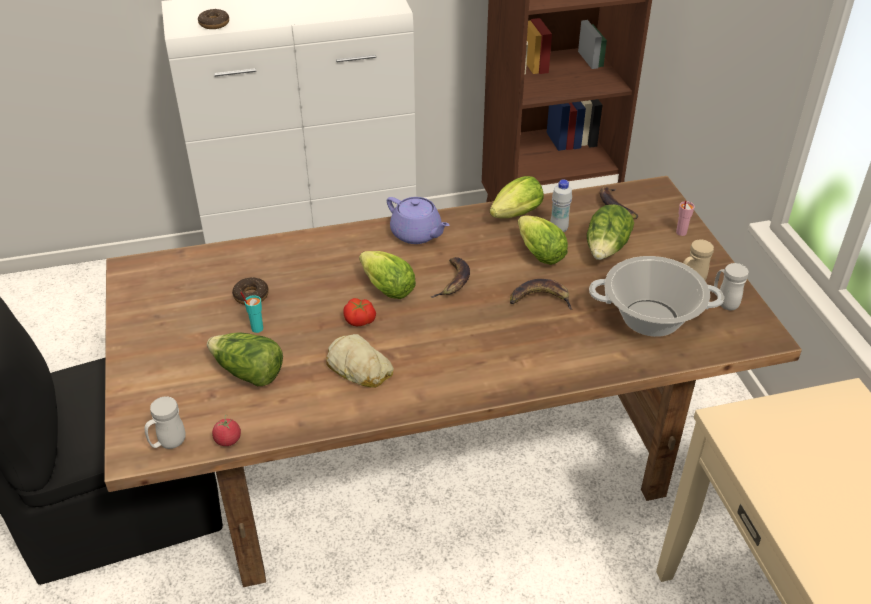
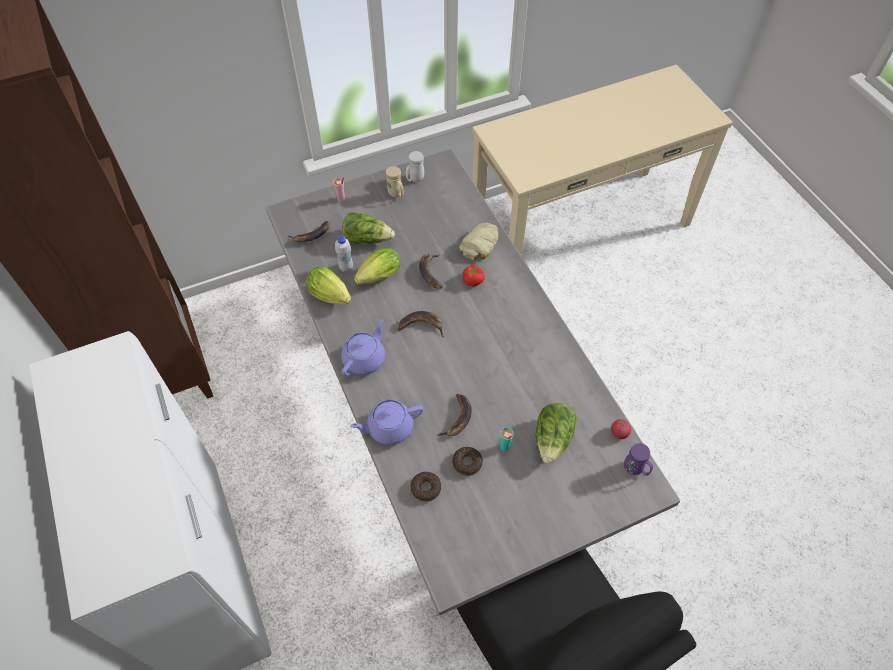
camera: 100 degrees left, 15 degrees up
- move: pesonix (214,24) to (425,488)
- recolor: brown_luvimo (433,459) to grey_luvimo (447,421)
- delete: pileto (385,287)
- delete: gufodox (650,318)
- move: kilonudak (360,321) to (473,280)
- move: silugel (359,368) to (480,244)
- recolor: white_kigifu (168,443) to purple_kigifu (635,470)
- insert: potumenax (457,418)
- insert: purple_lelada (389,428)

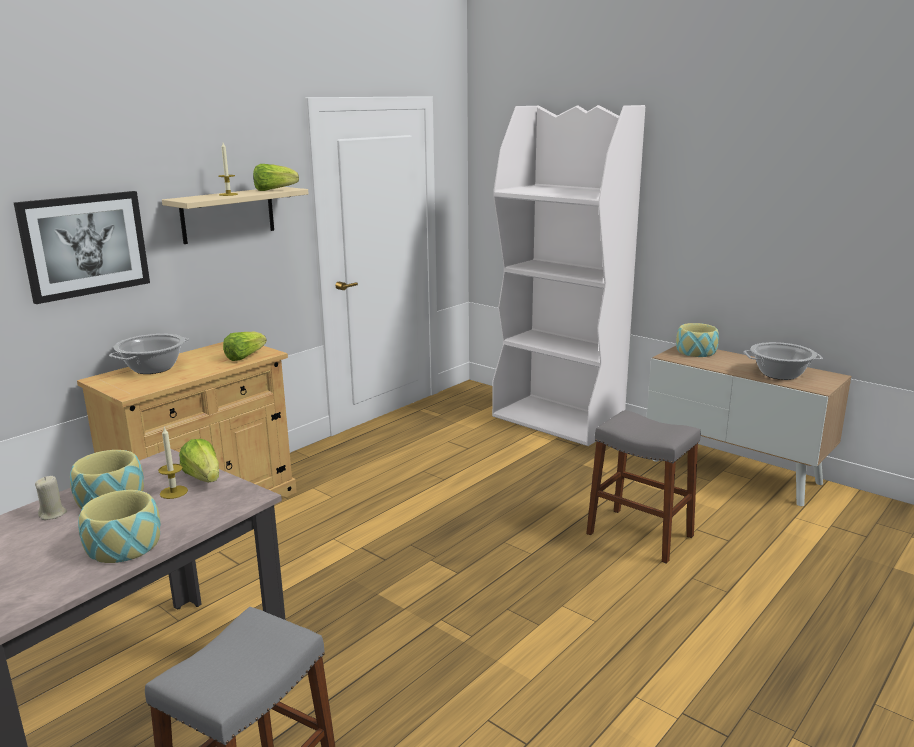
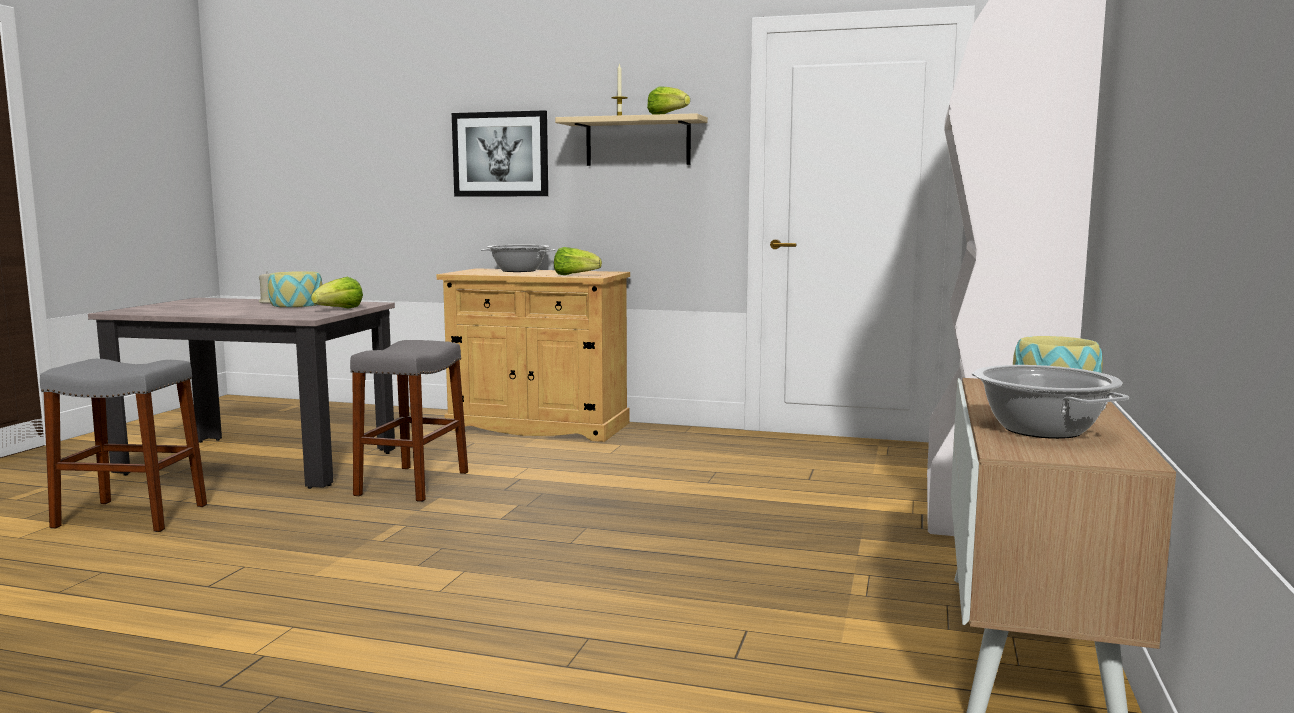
camera: 65 degrees right, 10 degrees down
- move: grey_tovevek (639,535) to (413,483)
- delete: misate (173,492)
- delete: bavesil (123,545)

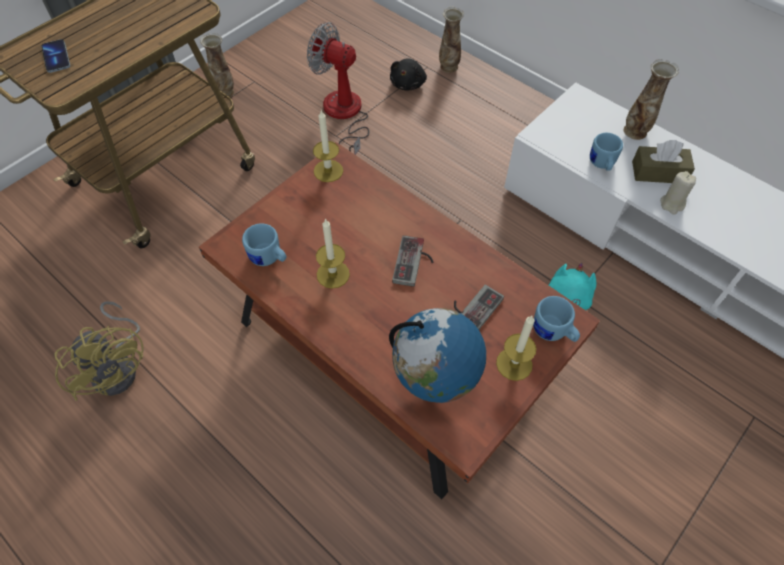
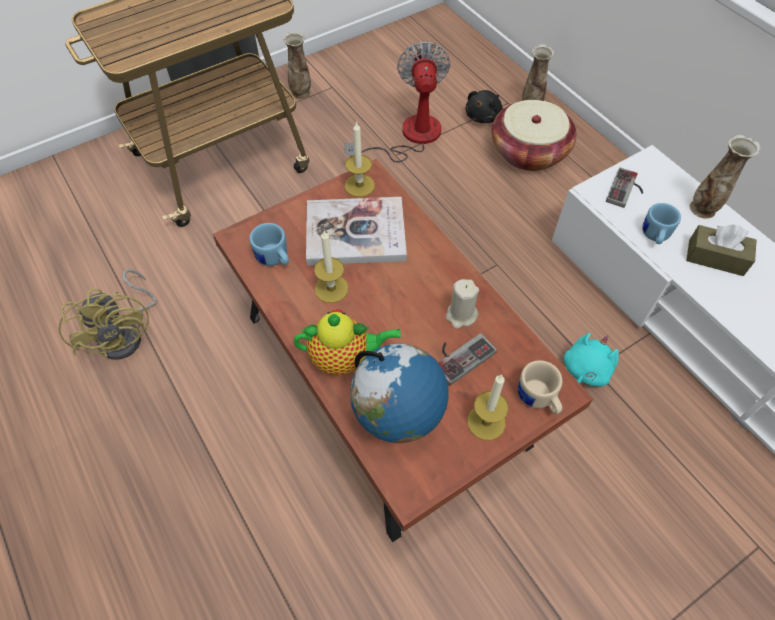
camera: 15 degrees right, 0 degrees up
- rotate: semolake (344,116) = (409,137) 45 degrees clockwise
- delete: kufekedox (56,57)
- move: beige_misate (672,204) to (461,315)
- move: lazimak (415,263) to (626,190)
- recolor: blue_kigifu (553,332) to beige_kigifu (538,399)
- insert: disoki (529,152)
- insert: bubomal (355,233)
- insert: lelada (344,359)

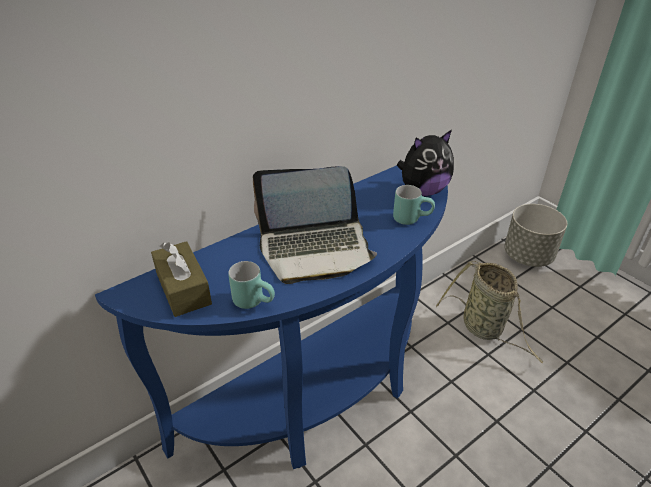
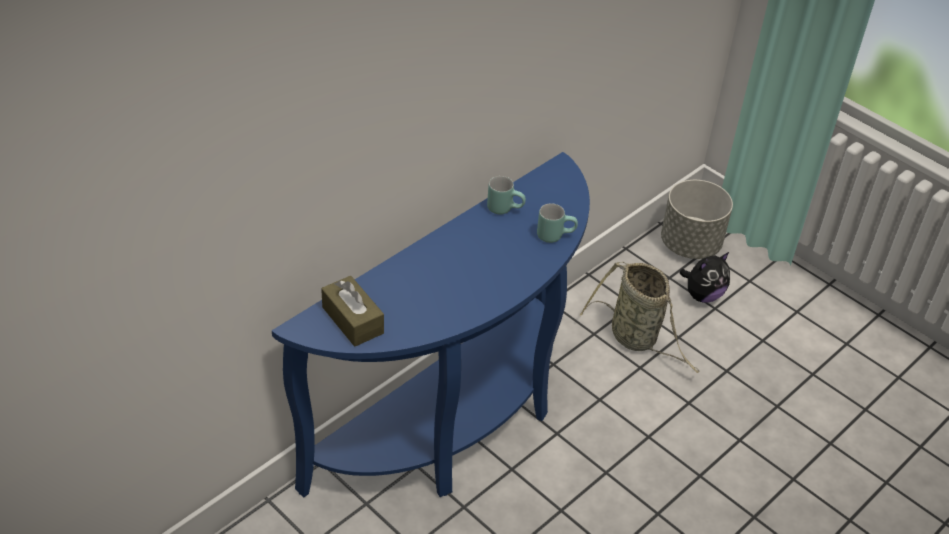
camera: 10 degrees left, 5 degrees up
- move: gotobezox (422,191) to (702,295)
- delete: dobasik (315,249)
- move: turquoise_kigifu (255,300) to (505,208)

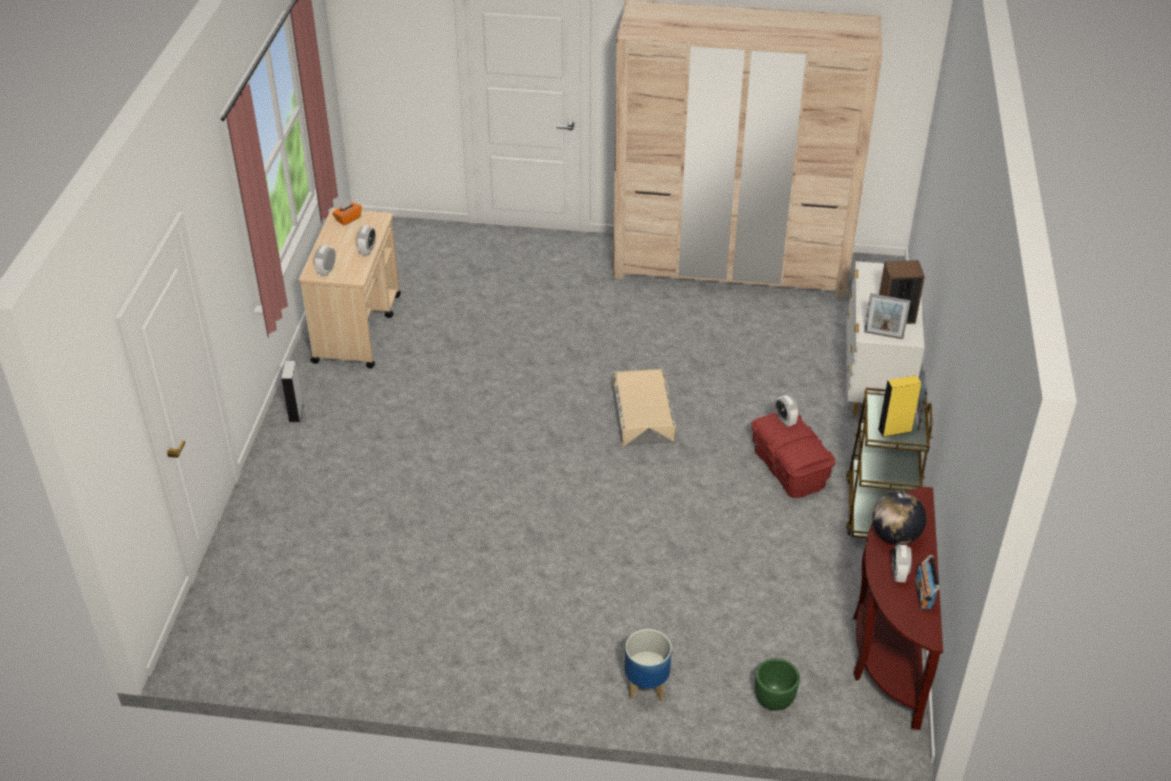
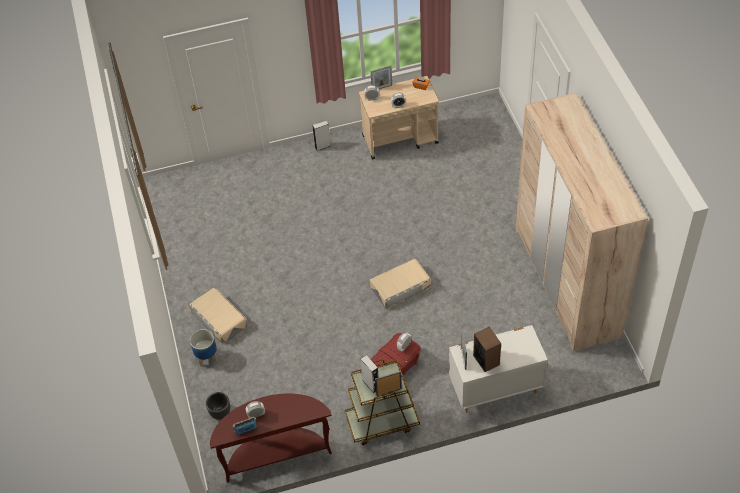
camera: 70 degrees right, 10 degrees up
- recolor: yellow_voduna (895,430) to grey_voduna (371,384)
- delete: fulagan (895,536)
- recolor: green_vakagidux (774,700) to black_vakagidux (220,413)
- insert: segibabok (382,87)
- insert: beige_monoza (219,319)

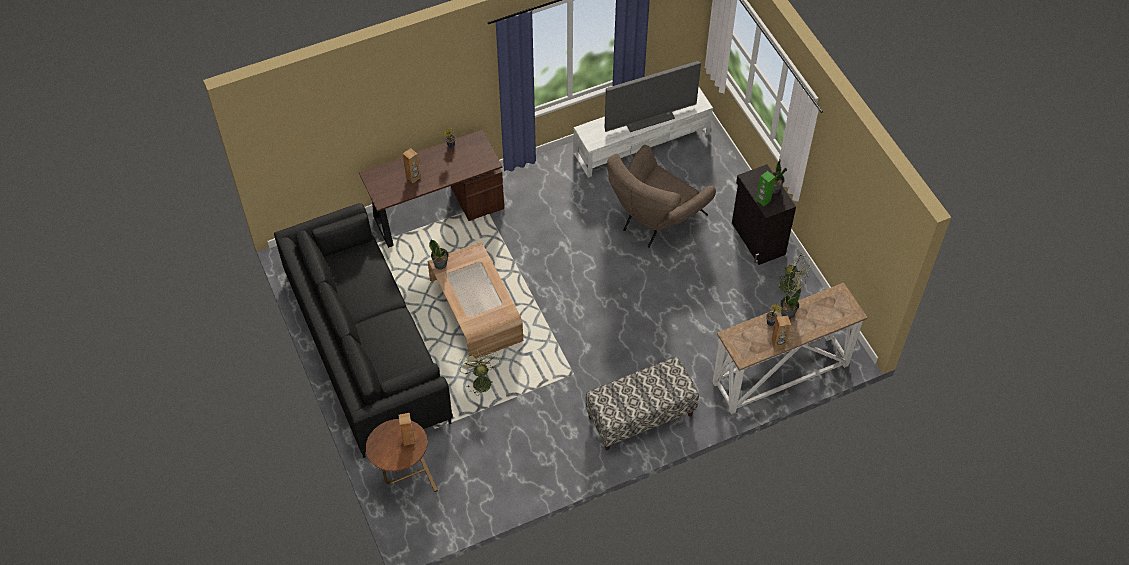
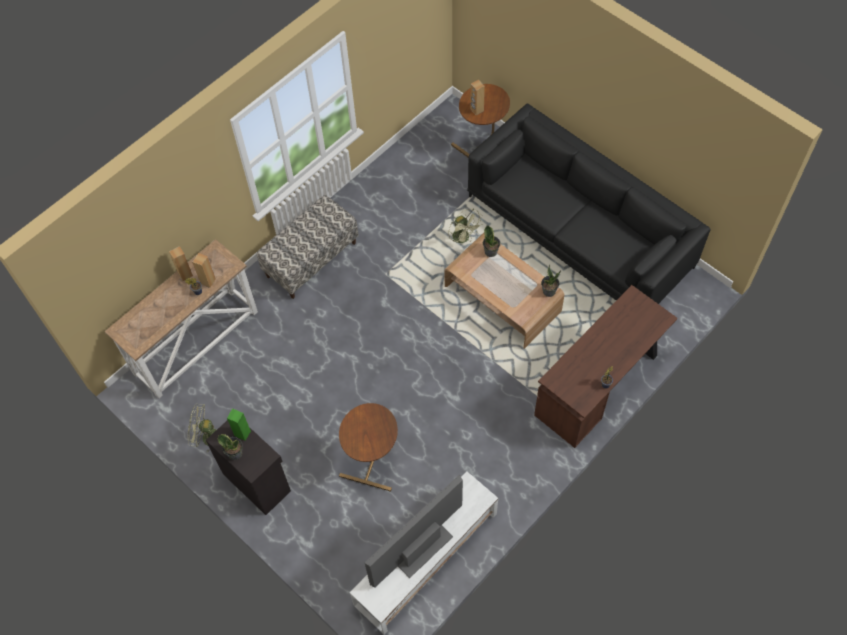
camera: 160 degrees right, 5 degrees up
- replace: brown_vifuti (654,221) to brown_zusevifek (373,461)
- move: brown_voduna (413,178) to (208,281)
- move: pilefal (787,313) to (491,251)

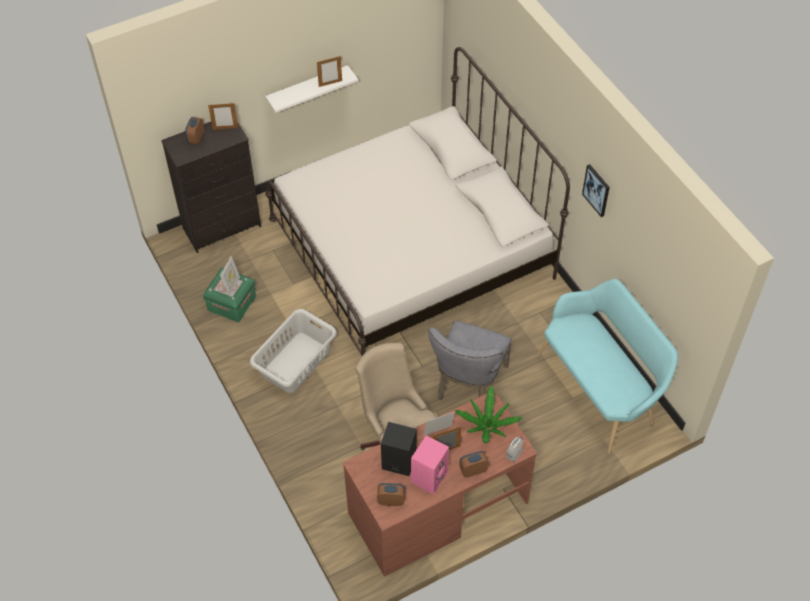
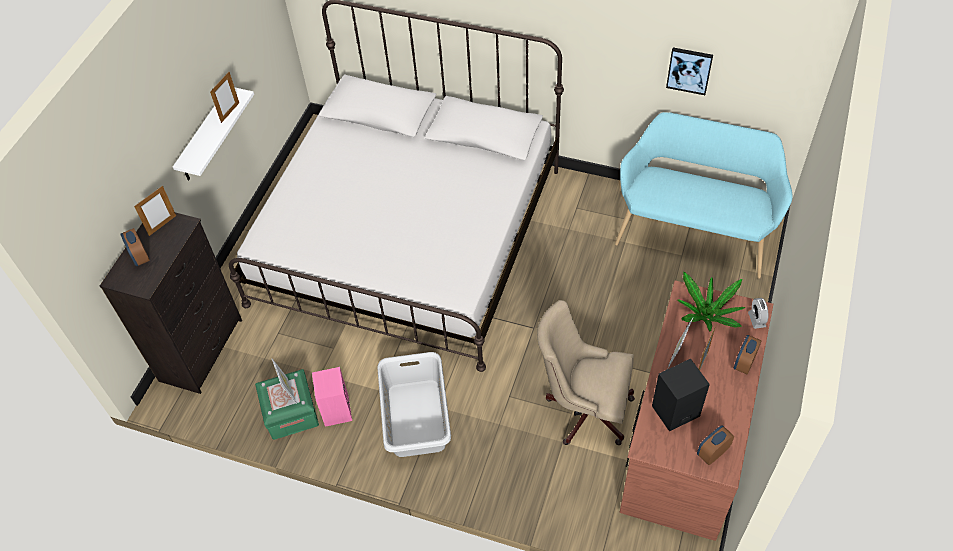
camera: 40 degrees left, 0 degrees up
- move: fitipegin (597,190) to (689,70)
- delete: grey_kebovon (468,385)
- move: pink_voduna (429,476) to (335,409)

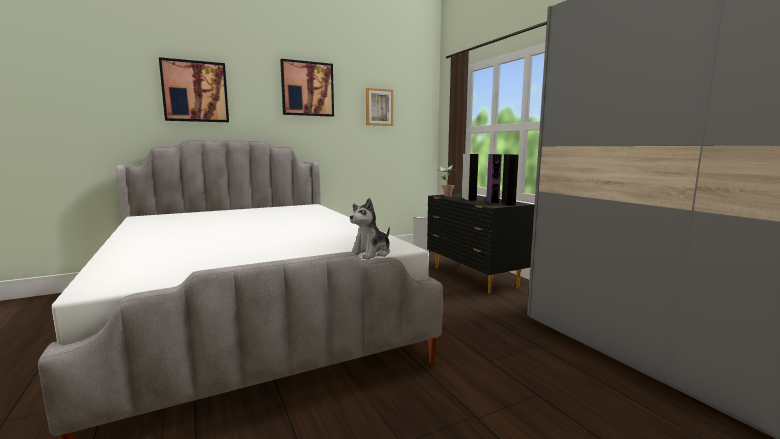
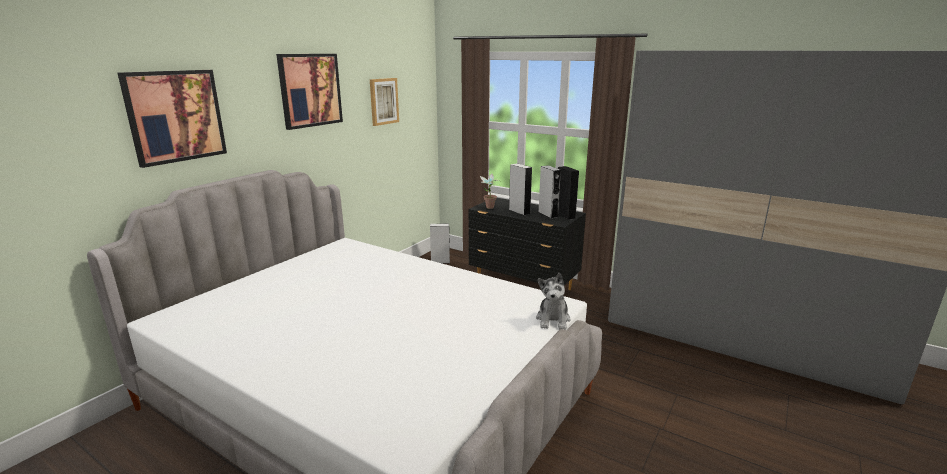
camera: 30 degrees left, 10 degrees up
- recolor: purple_voduna (492,202) to grey_voduna (548,214)

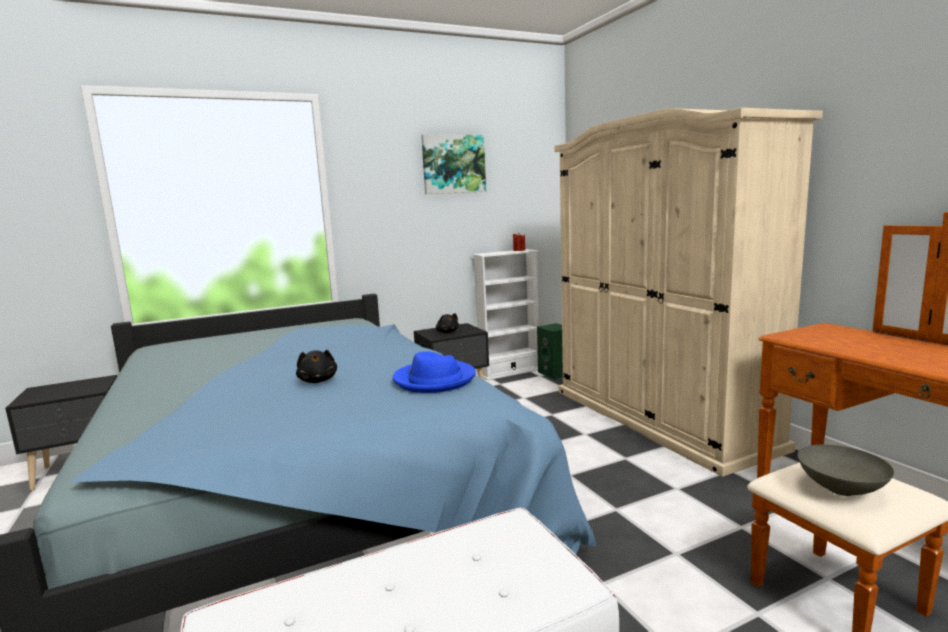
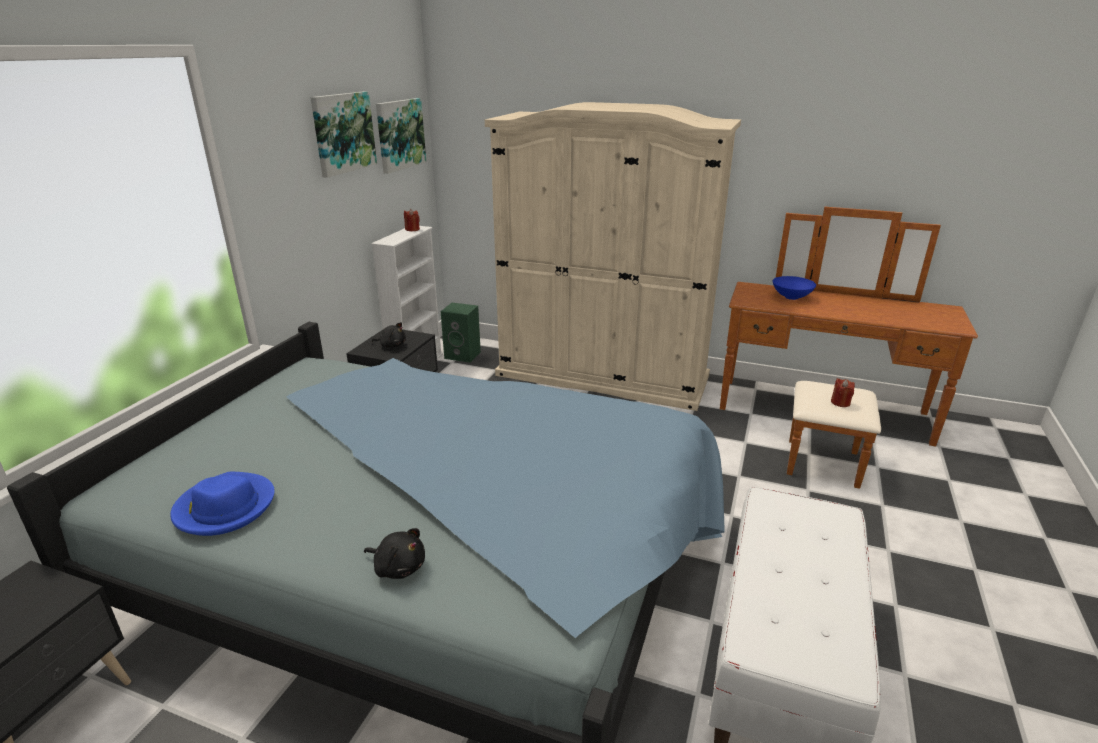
camera: 45 degrees left, 15 degrees up
- move: black_gotobezox (318,381) to (398,567)
- move: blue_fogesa (434,380) to (224,507)
- replace: grey_bavesil (839,489) to red_misate (840,402)
- insert: fitipegin (399,134)
- insert: blue_bavesil (791,297)

